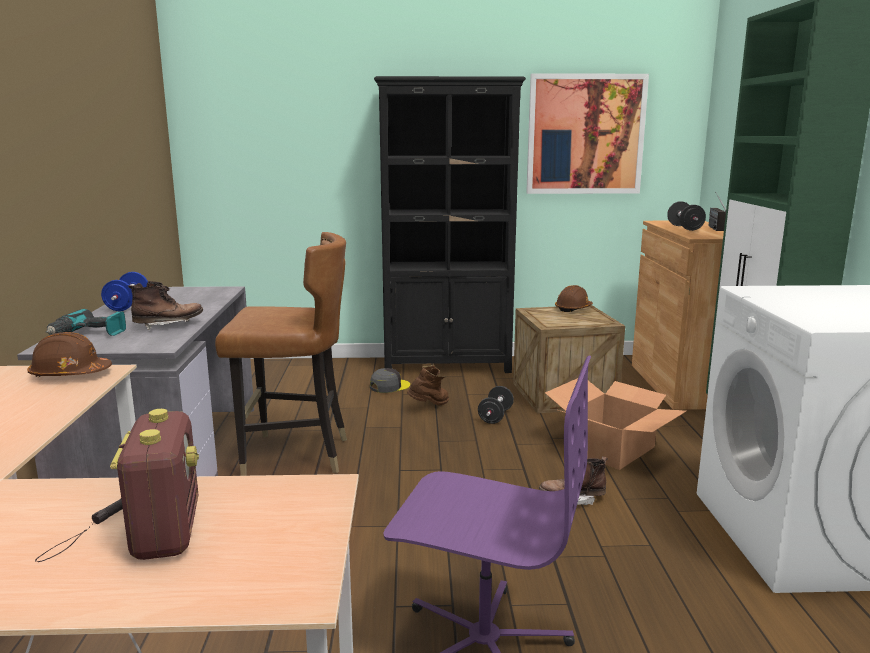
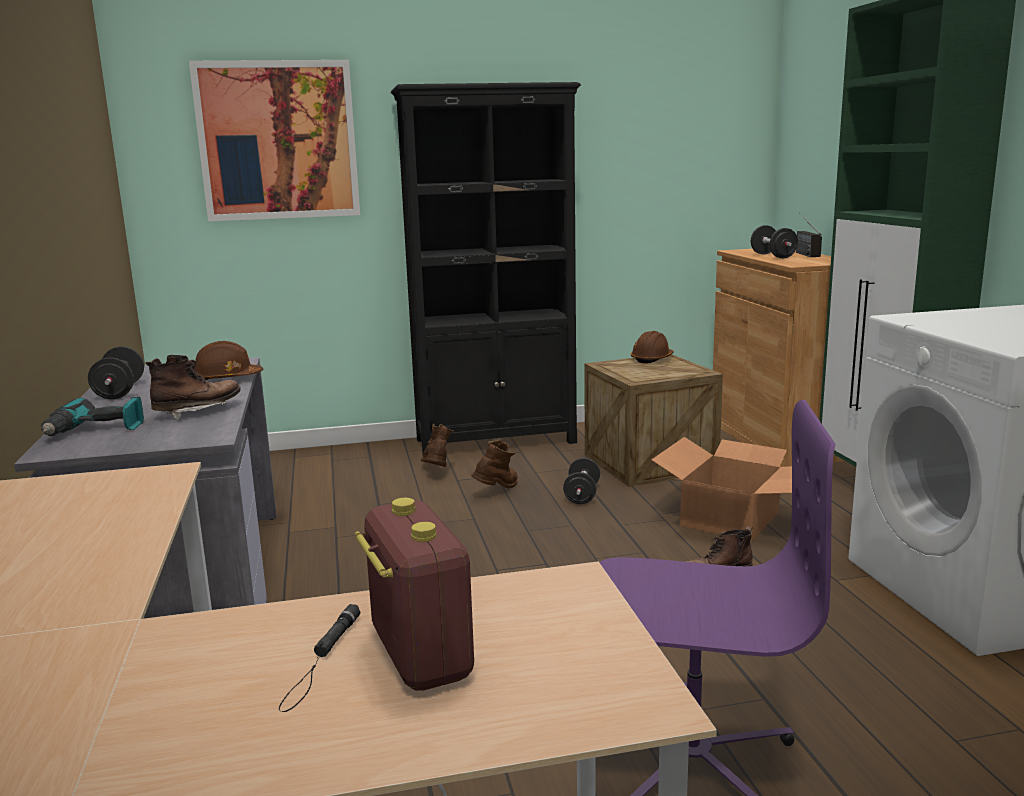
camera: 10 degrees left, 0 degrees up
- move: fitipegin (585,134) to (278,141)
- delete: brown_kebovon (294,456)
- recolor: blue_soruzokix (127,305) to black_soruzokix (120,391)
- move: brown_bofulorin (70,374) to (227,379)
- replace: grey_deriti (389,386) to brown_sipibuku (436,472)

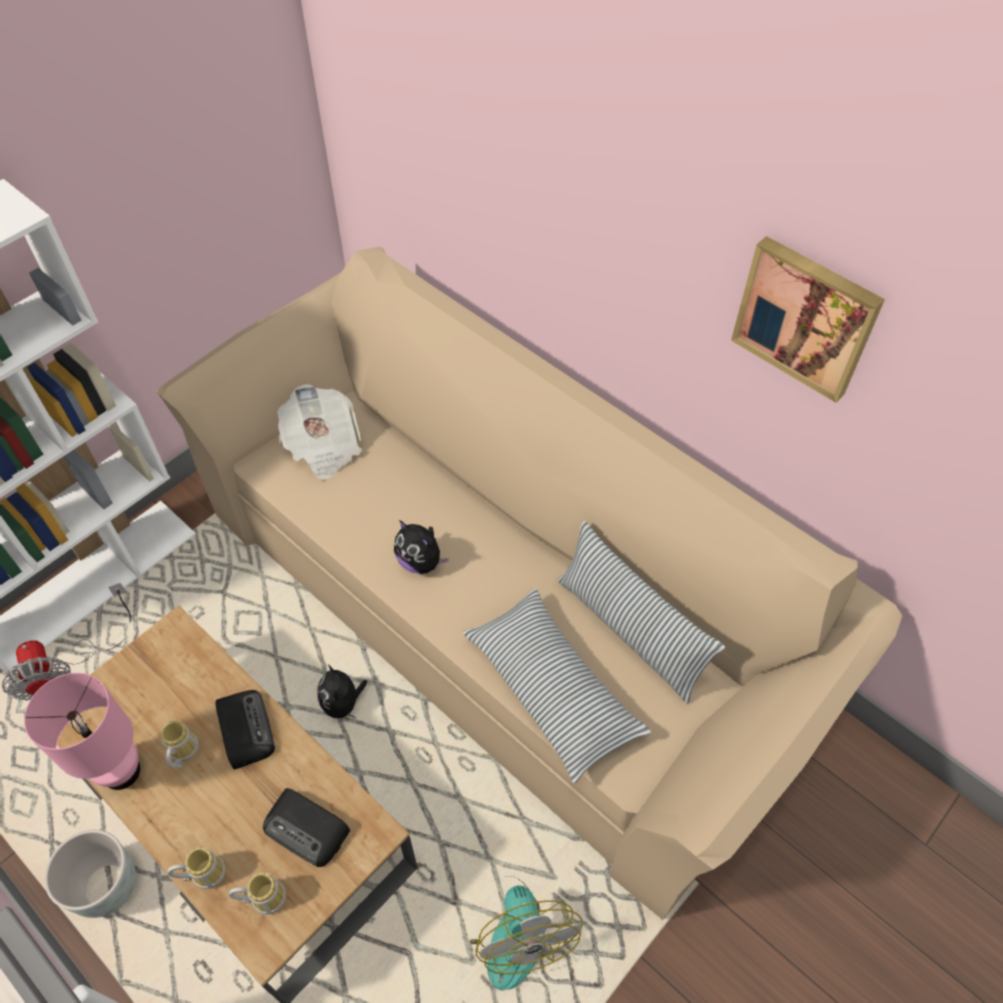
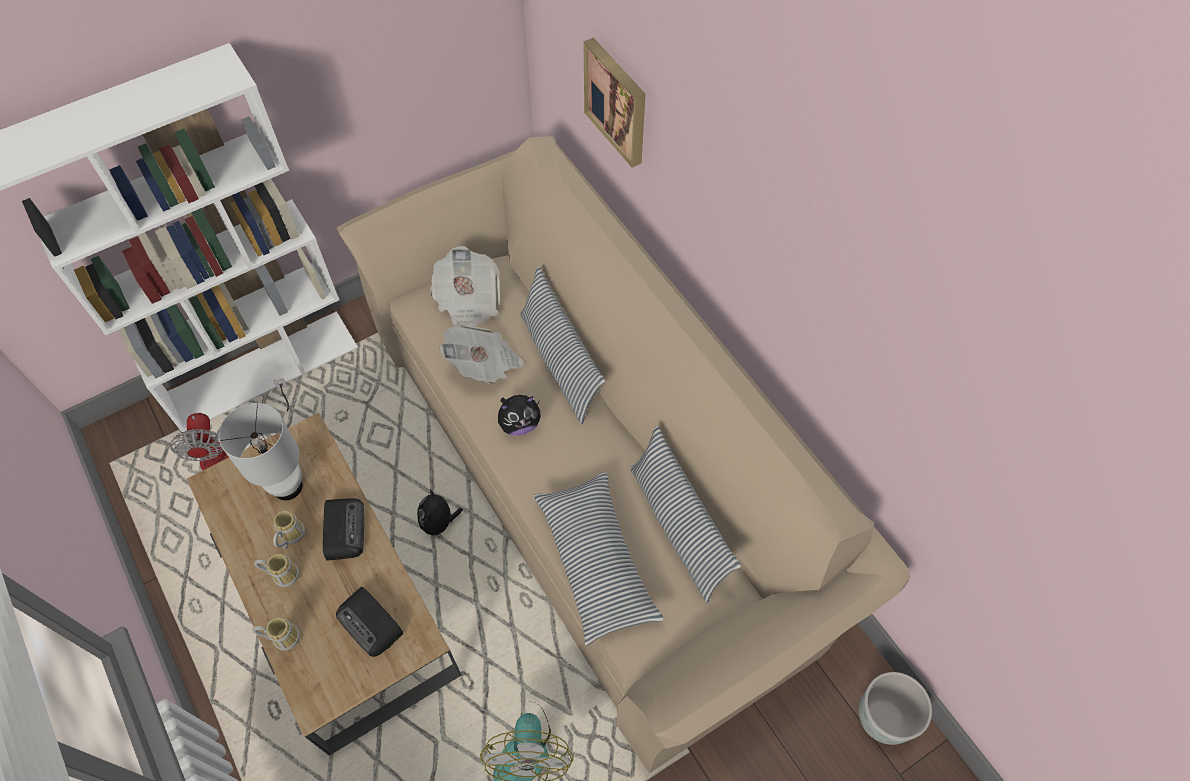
camera: 15 degrees right, 5 degrees up
- move: fitipegin (806,317) to (617,101)
- rotate: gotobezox (421,562) = (519,424) 75 degrees counterclockwise
- delete: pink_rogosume (121,771)
- move: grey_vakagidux (108,886) to (884,718)
- move: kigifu (264,897) to (283,573)
- insert: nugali (560,363)
- insert: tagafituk (484,364)
- insert: white_rogosume (287,487)

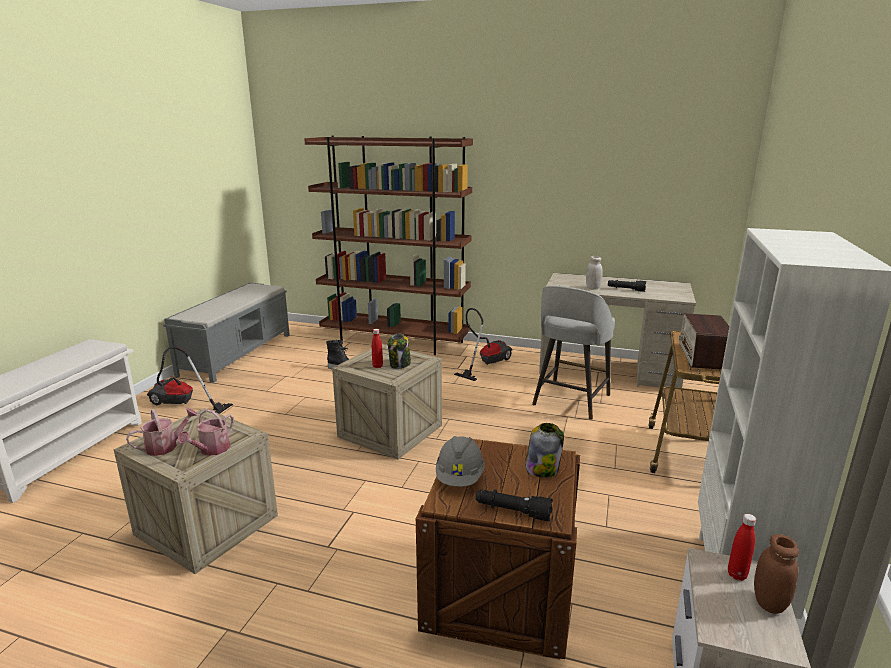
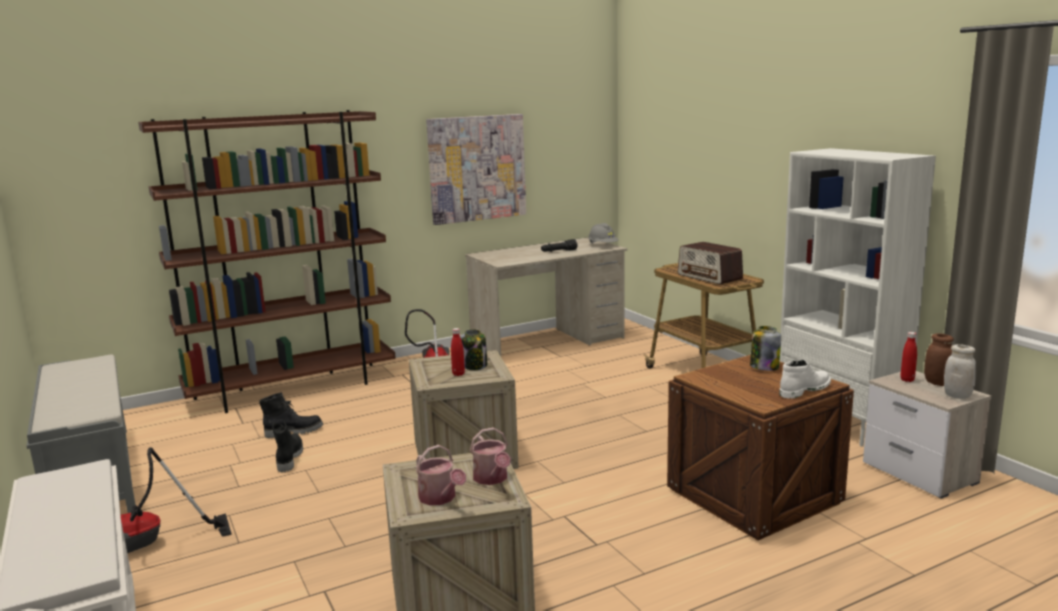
camera: 45 degrees left, 5 degrees down
- move: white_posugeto (593,288) to (957,395)
- delete: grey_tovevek (570,401)
- rotate: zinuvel (166,446) = (440,498) 135 degrees clockwise
- move: grey_bofulorin (460,478) to (602,245)
- replace: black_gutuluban (512,511) to white_sipibuku (804,390)
- insert: fitipegin (477,168)
- insert: black_sipibuku (288,458)

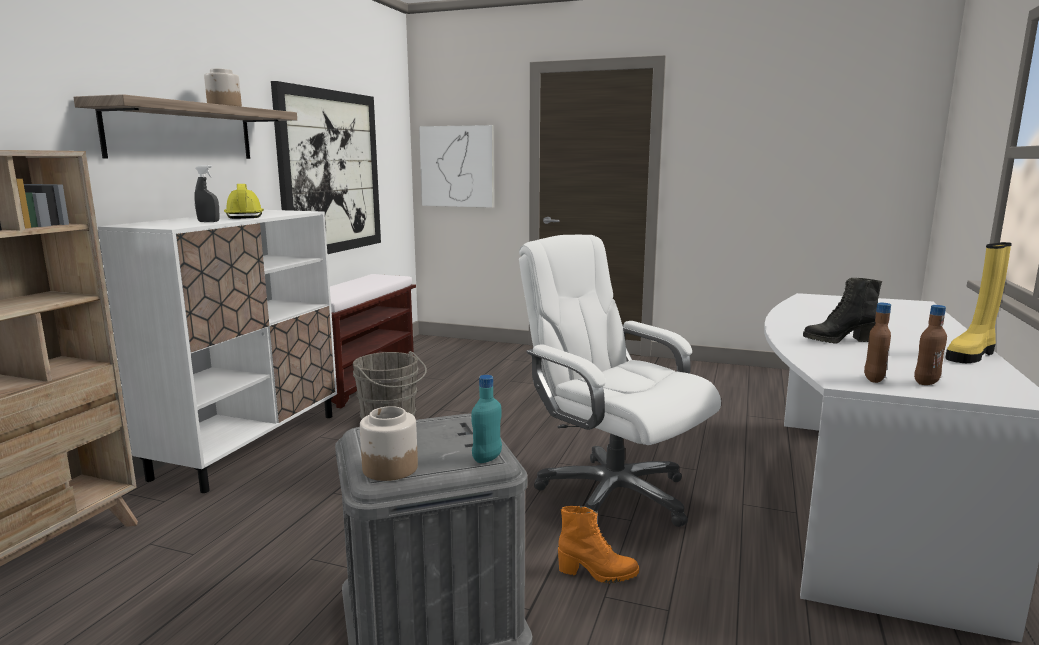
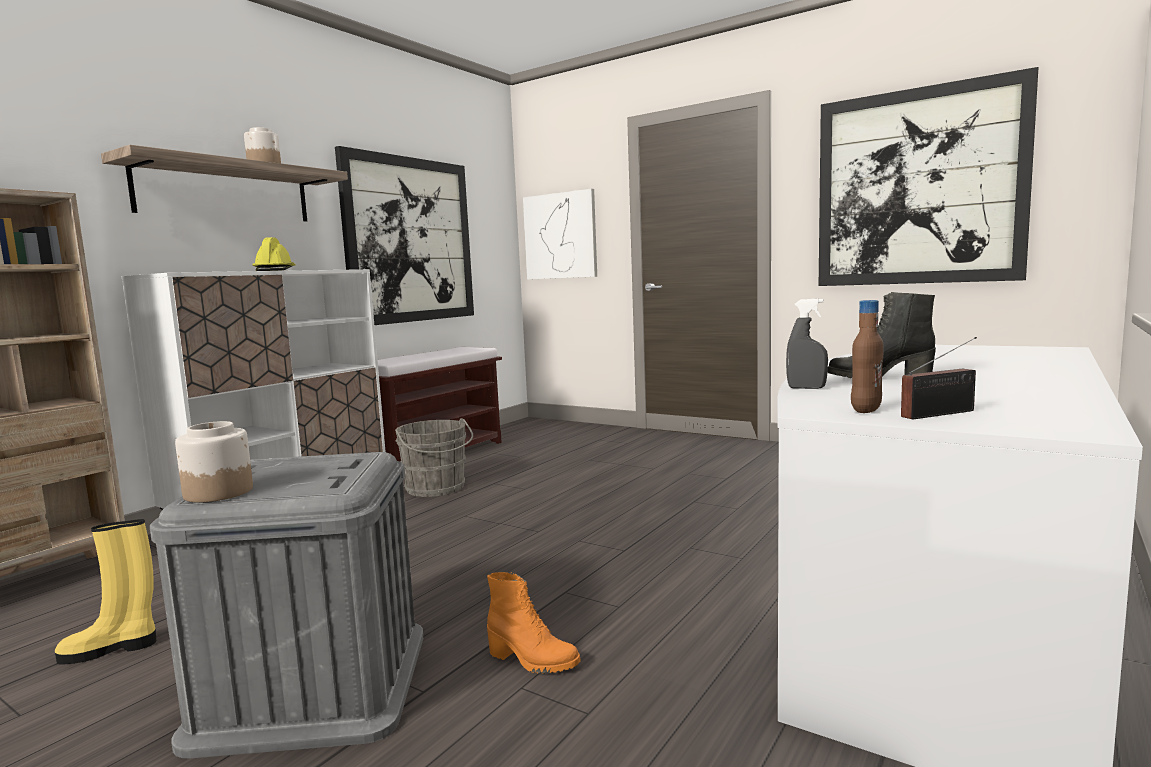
camera: 15 degrees right, 5 degrees down
- move: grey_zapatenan (208,222) to (806,388)
- delete: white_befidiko (612,494)
- move: yellow_sipibuku (971,355) to (111,649)
- replace: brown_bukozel (926,382) to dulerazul (942,413)
- delete: turquoise_bukozel (487,458)
- insert: fitipegin (918,187)

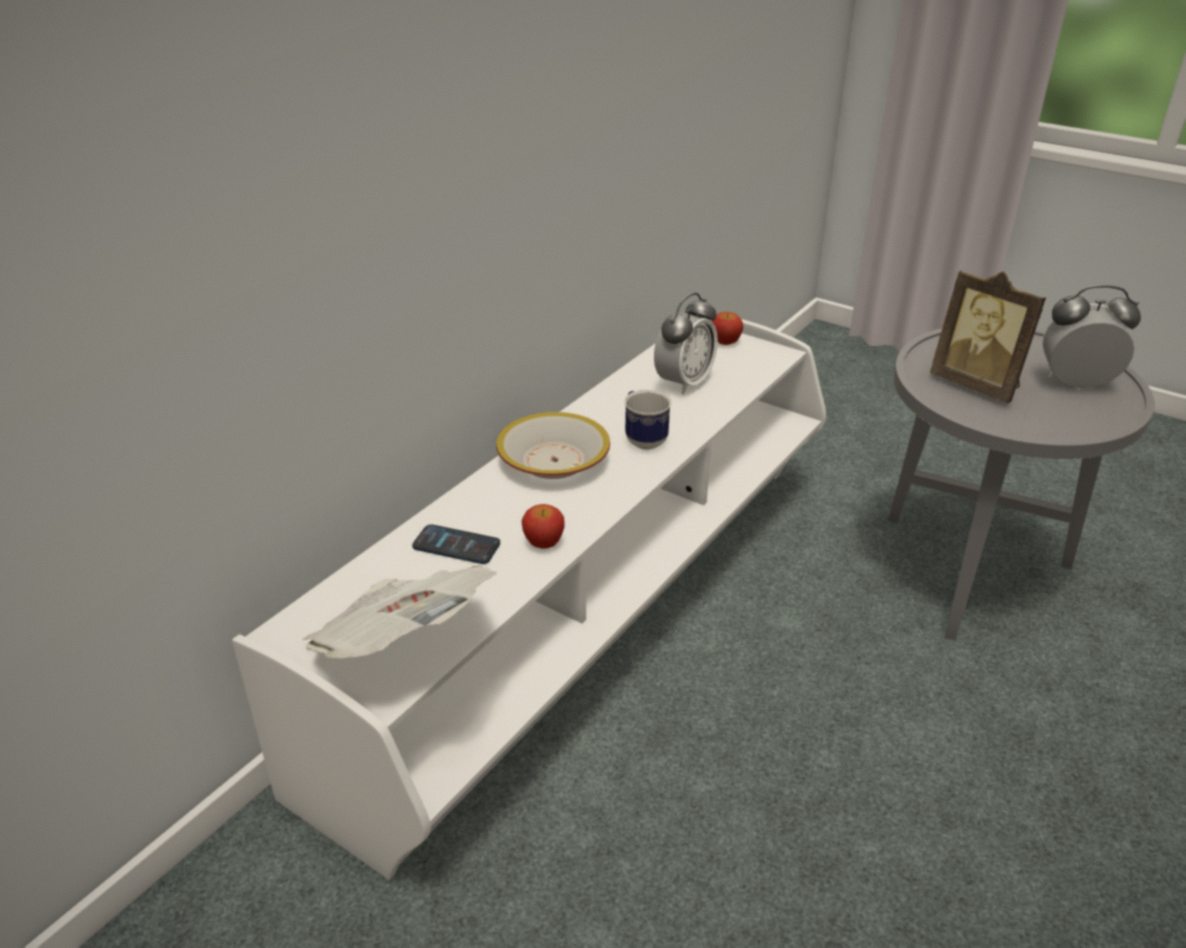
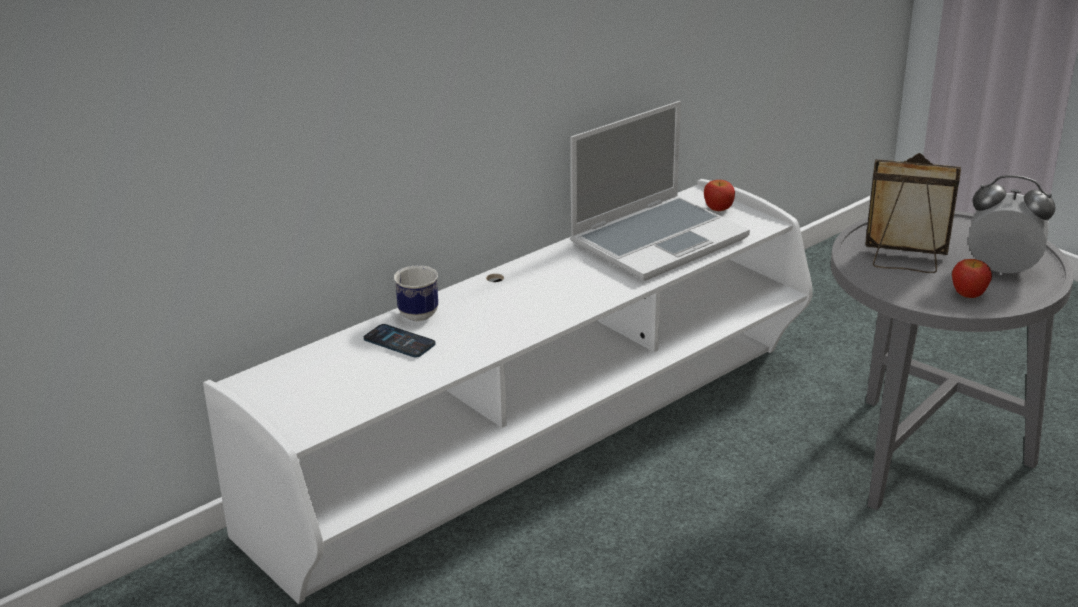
camera: 15 degrees right, 5 degrees down
- rotate: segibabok (977,385) = (904,261) 135 degrees clockwise
- replace: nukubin (684,383) to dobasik (659,240)
- move: kigifu (643,439) to (417,312)
- delete: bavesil (554,461)
- move: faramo (543,543) to (968,294)
- delete: tagafituk (403,645)

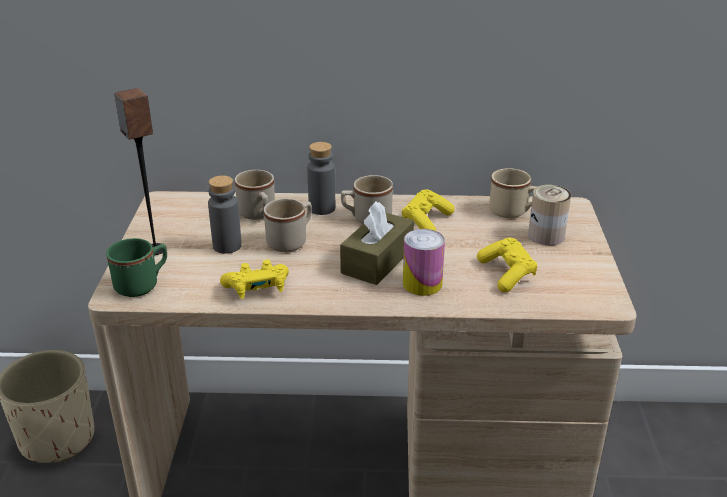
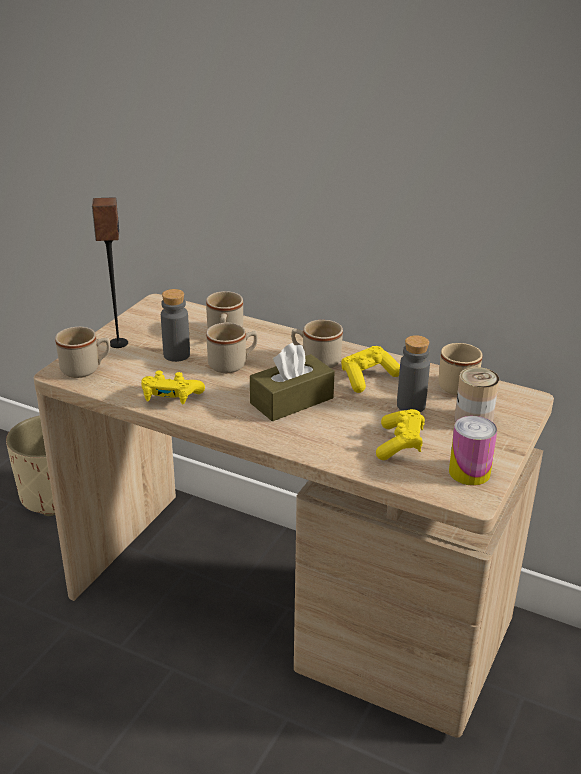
camera: 25 degrees right, 0 degrees up
- move: grey_bukozel (322,208) to (411,405)
- move: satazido (422,284) to (469,472)
- recolor: green_kigifu (142,284) to beige_kigifu (86,369)

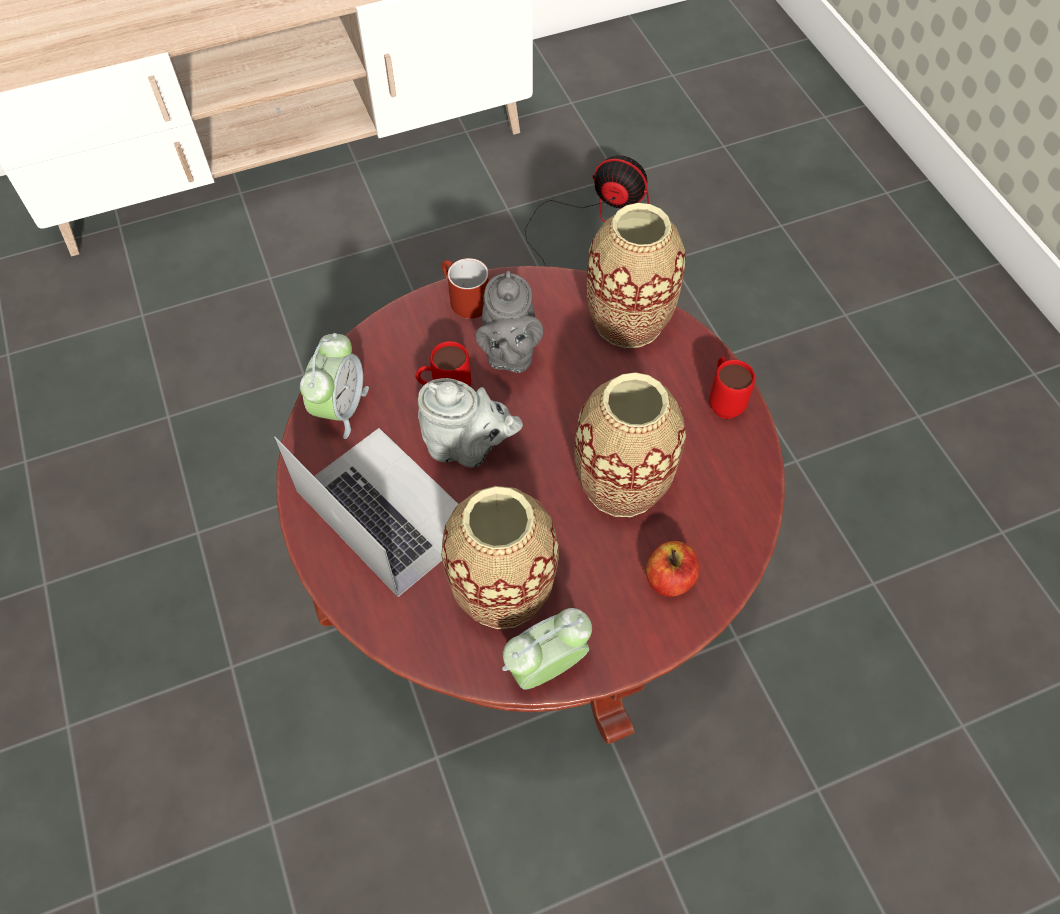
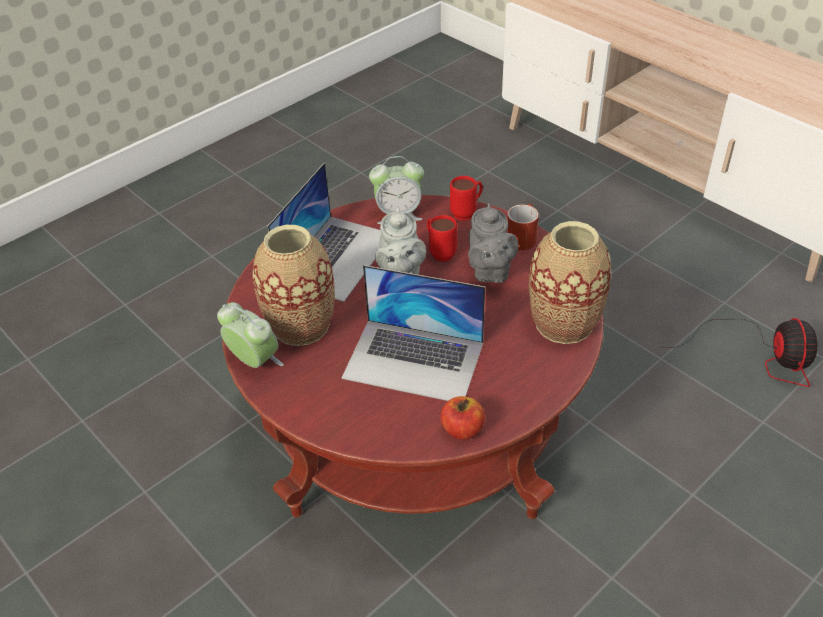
camera: 70 degrees right, 15 degrees down
- rotate: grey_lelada (509,354) = (490,272) 75 degrees counterclockwise
- move: red_kigifu (723,401) to (467,213)
- replace: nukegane (622,484) to dobasik (414,360)
- move: faramo (669,579) to (462,429)

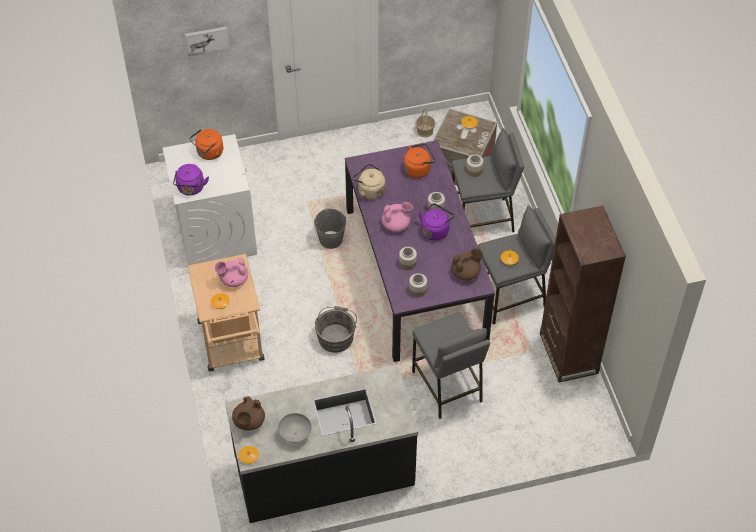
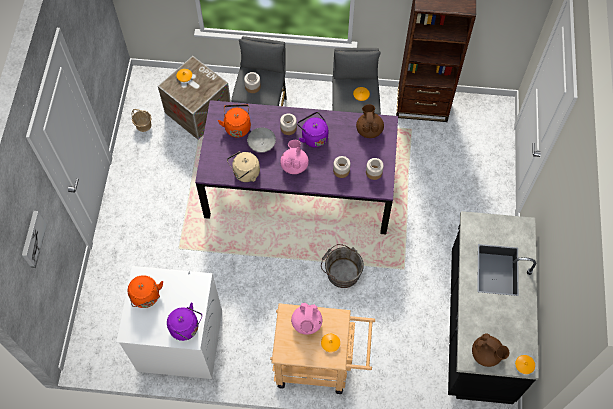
camera: 70 degrees left, 10 degrees up
- delete: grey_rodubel (331,239)
- delete: grey_tovevek (447,387)
- move: grey_bavesil (295,433) to (261,144)

